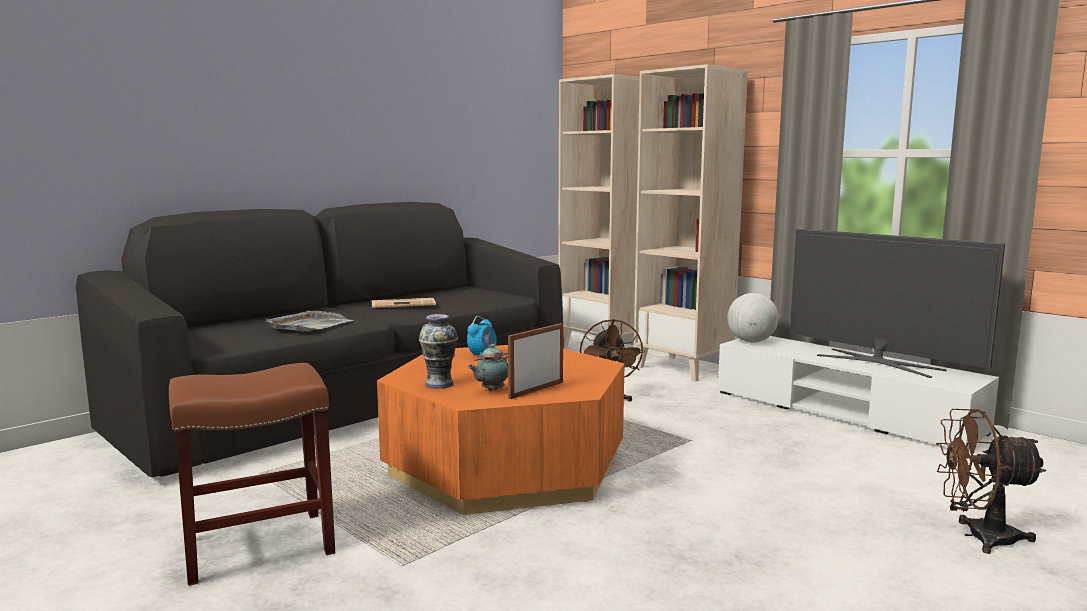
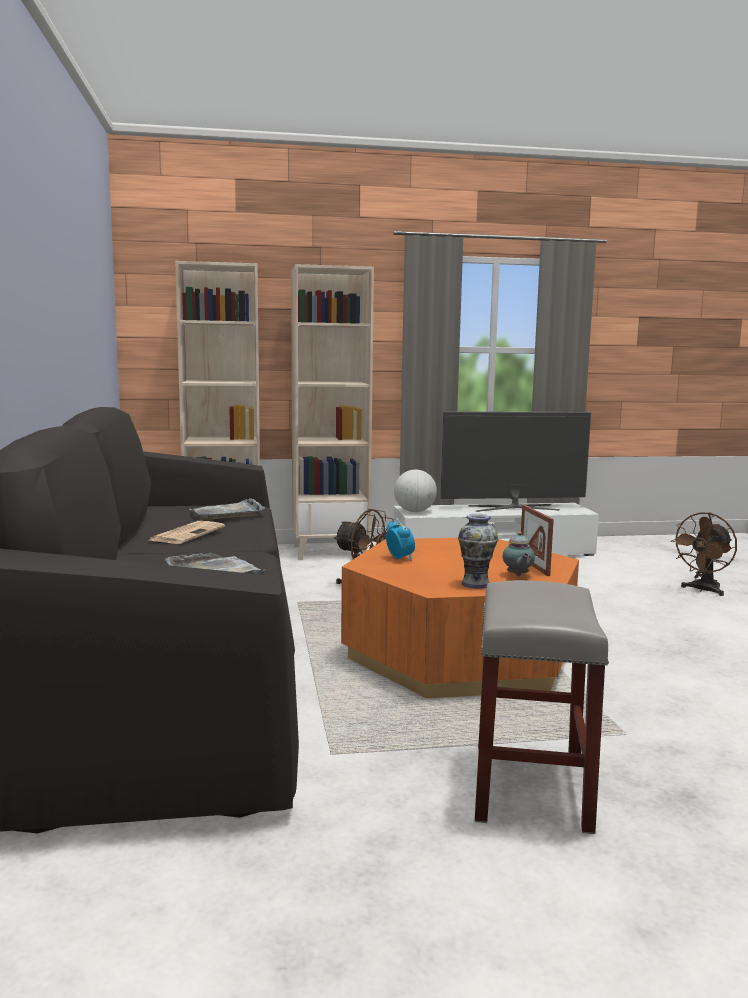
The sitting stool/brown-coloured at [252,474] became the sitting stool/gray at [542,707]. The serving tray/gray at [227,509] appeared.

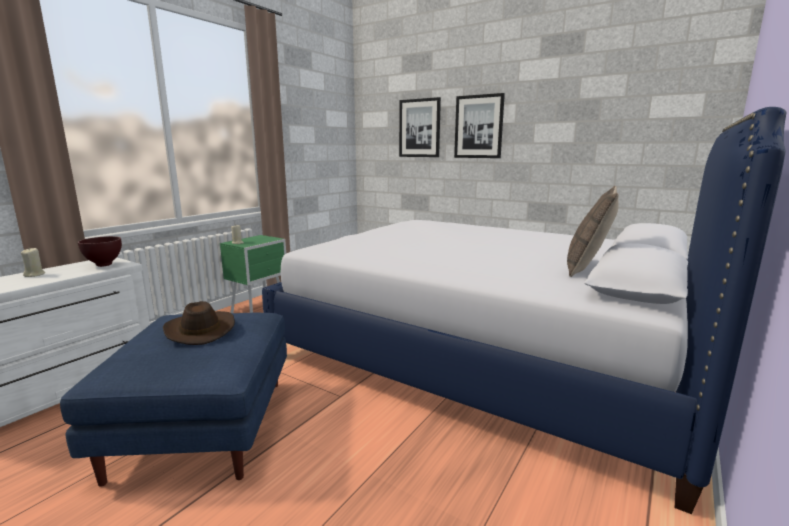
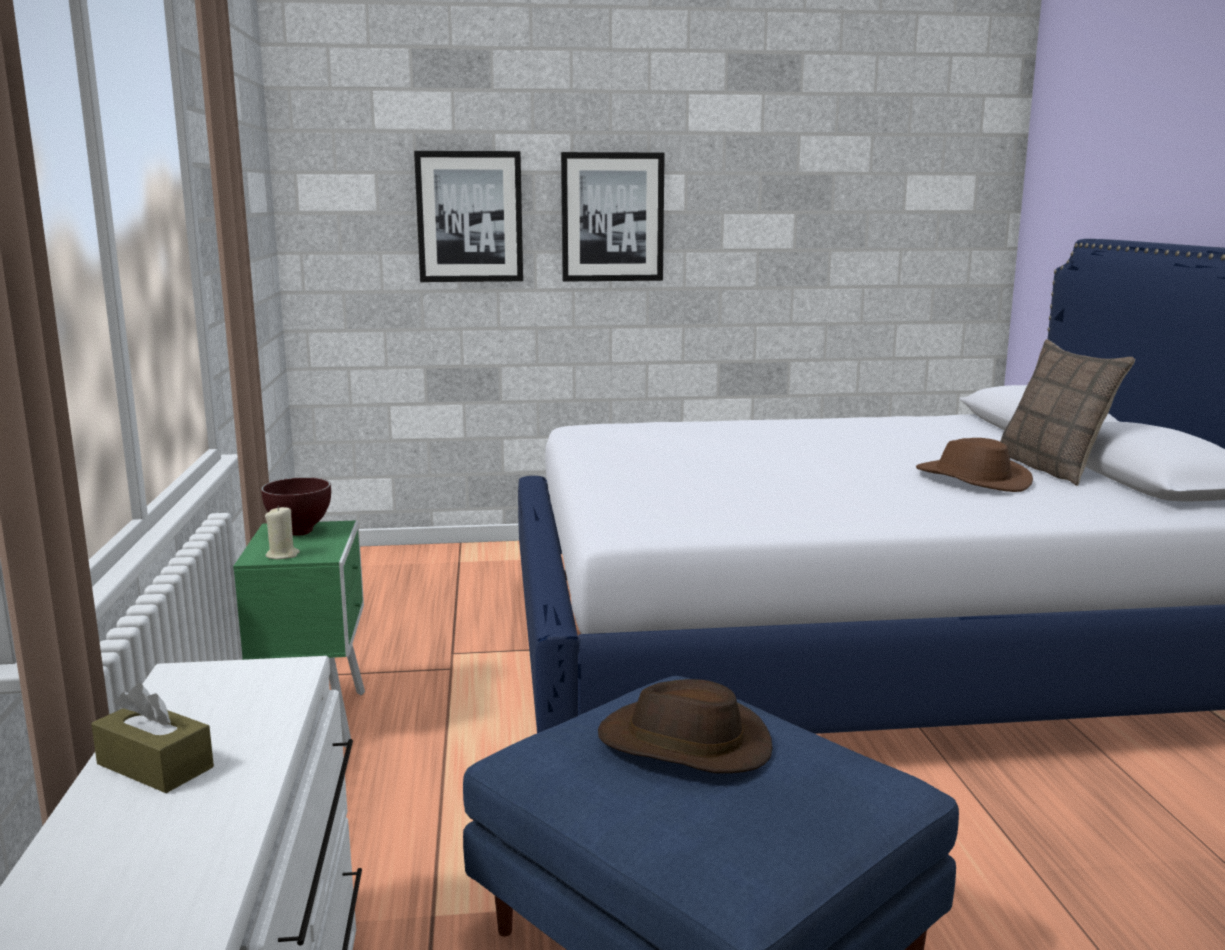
The deep dish/brown-coloured moved from [100,251] to [296,506]. The wax light/beige-coloured at [33,262] was replaced by the box of tissues/brown-coloured at [152,738]. The hat/brown-coloured at [974,465] appeared.

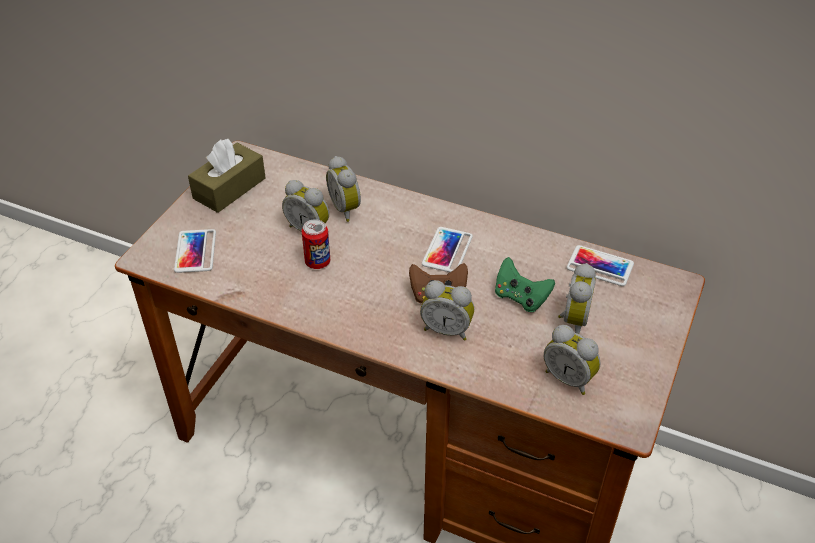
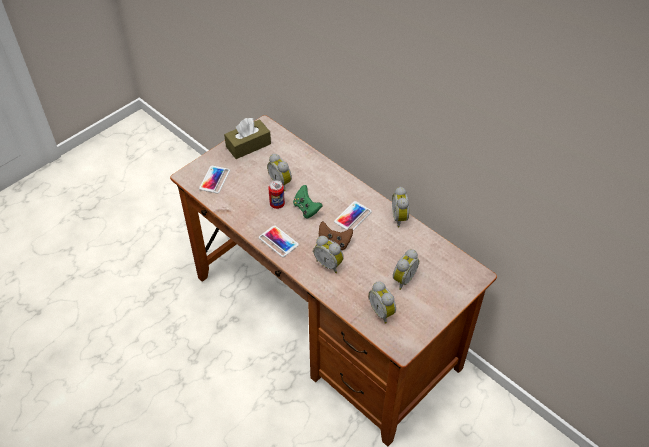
The table clock moved from [343,189] to [400,207]. The phone moved from [600,265] to [279,241]. The joypad/greenish moved from [525,284] to [307,201].

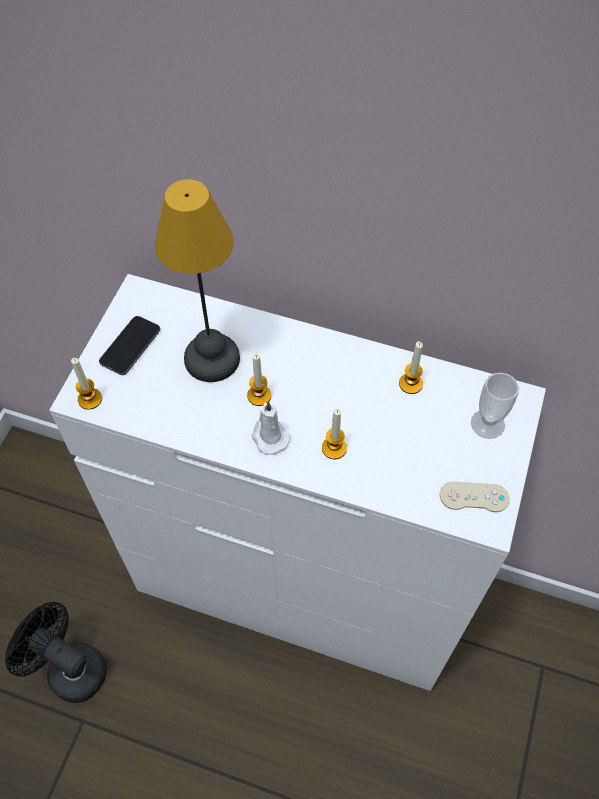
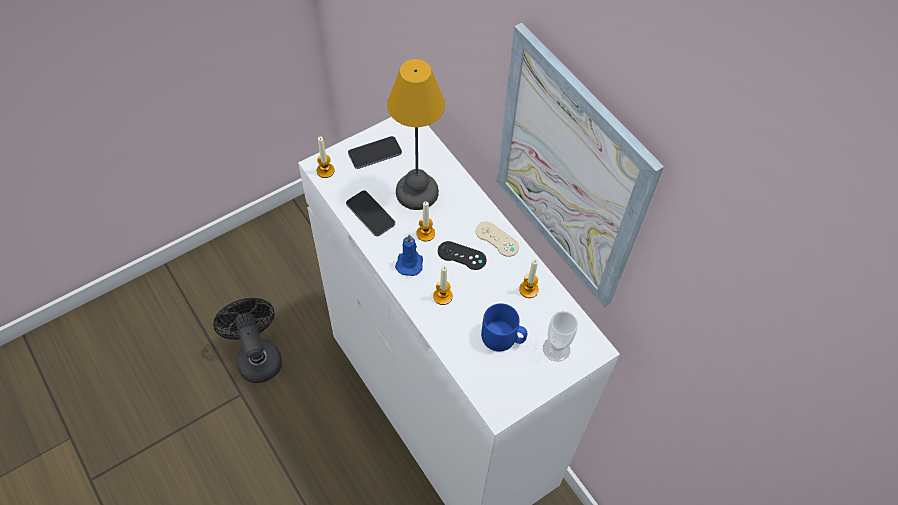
The wax light/white at [271,428] became the wax light/blue at [409,255]. The joypad/beige-coloured moved from [475,497] to [497,239]. The picture at [580,165] appeared. The phone at [370,213] appeared. The joypad/black at [462,255] appeared. The coffee mug/blue at [504,327] appeared.

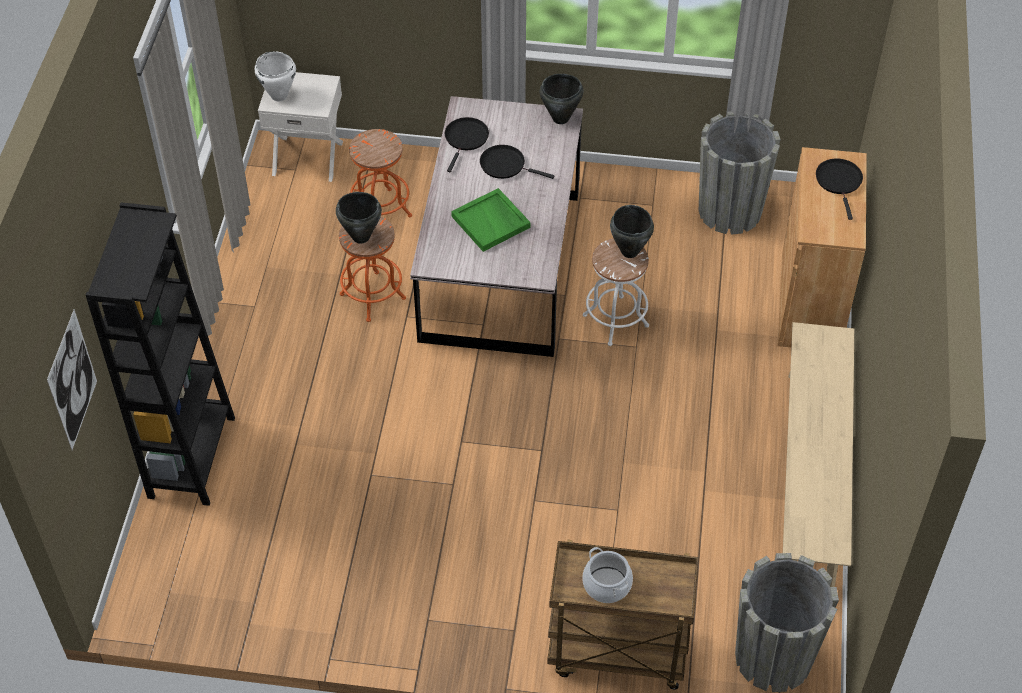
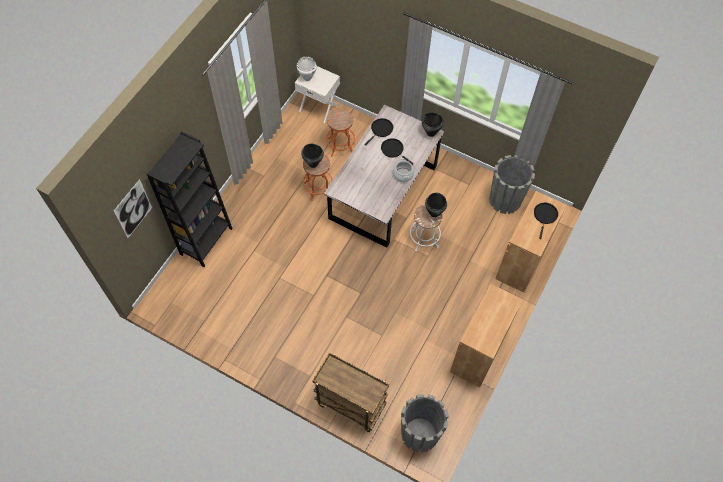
The serving tray/greenish at [491,220] disappeared. The indoor bench/beige-coloured at [818,454] was replaced by the cabinet/brown-coloured at [486,335]. The cooking pot moved from [607,575] to [403,170].

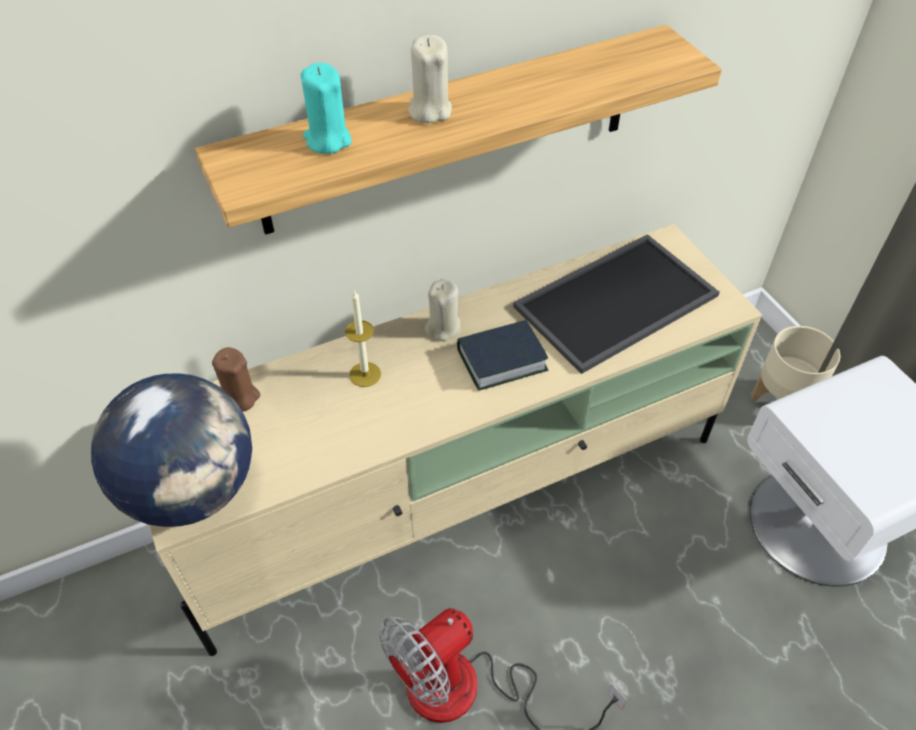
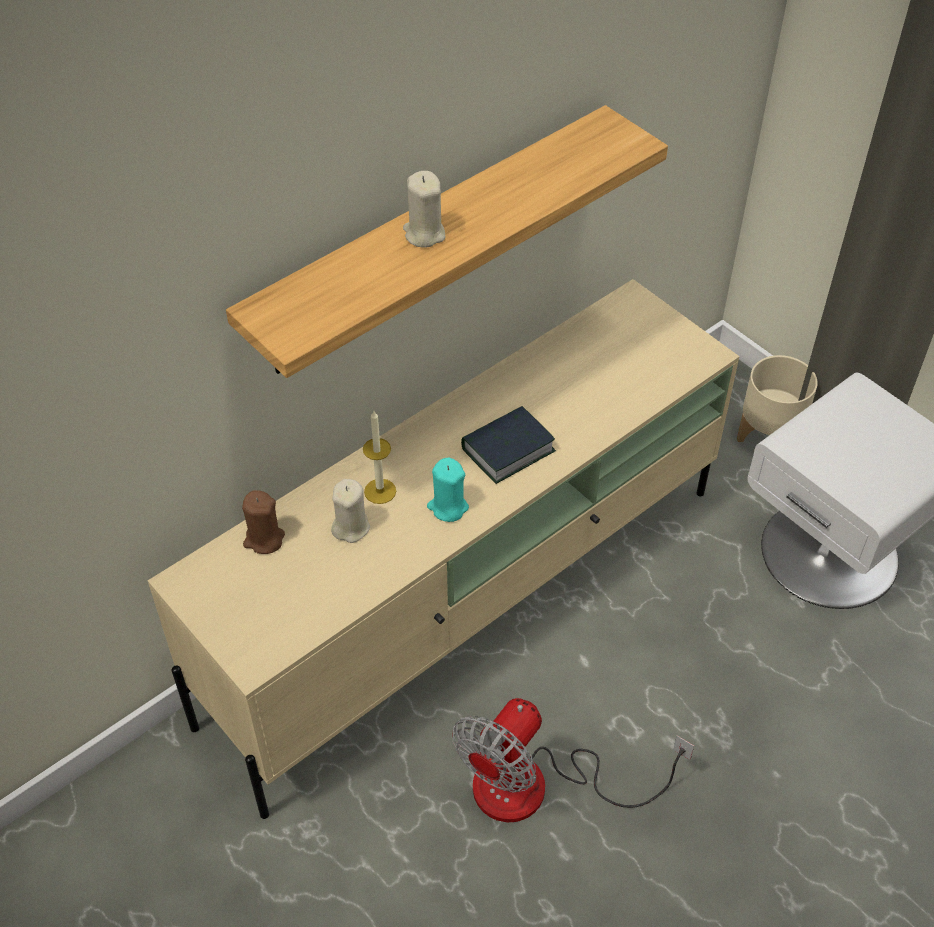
The wax light/blue-green moved from [326,108] to [448,490]. The serving tray at [616,304] disappeared. The wax light/beige-coloured moved from [443,310] to [350,511]. The world globe at [171,450] disappeared.

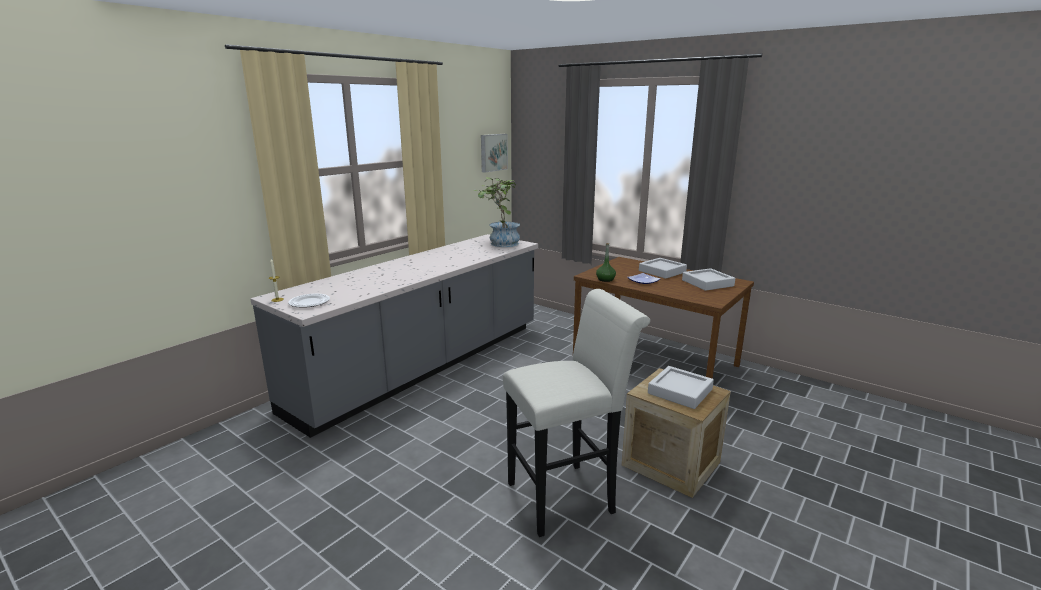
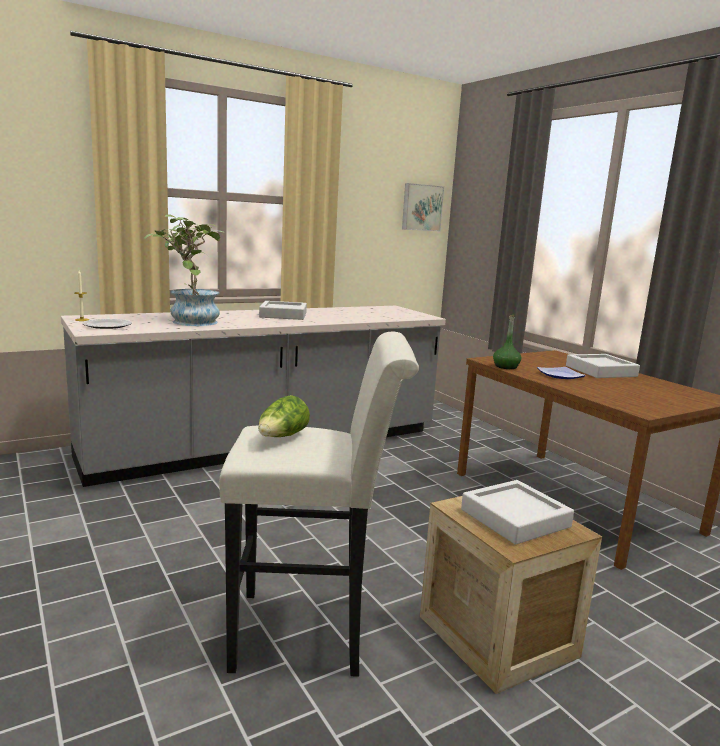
The houseplant moved from [497,212] to [184,270]. The serving tray/gray moved from [708,279] to [283,310]. The head of lettuce at [284,416] appeared.

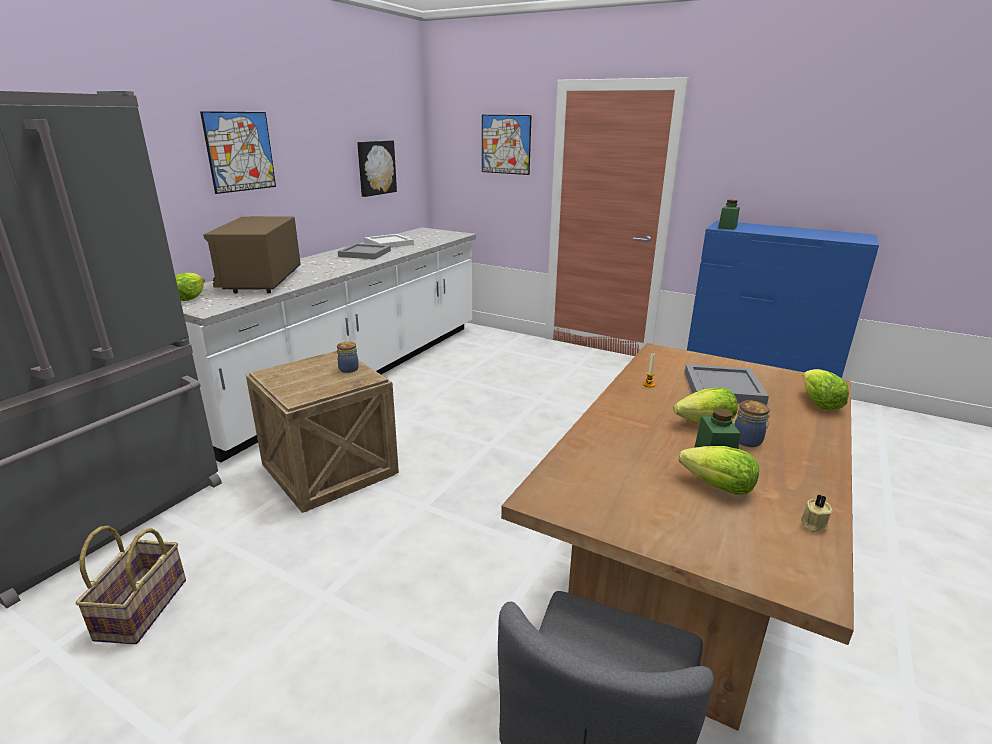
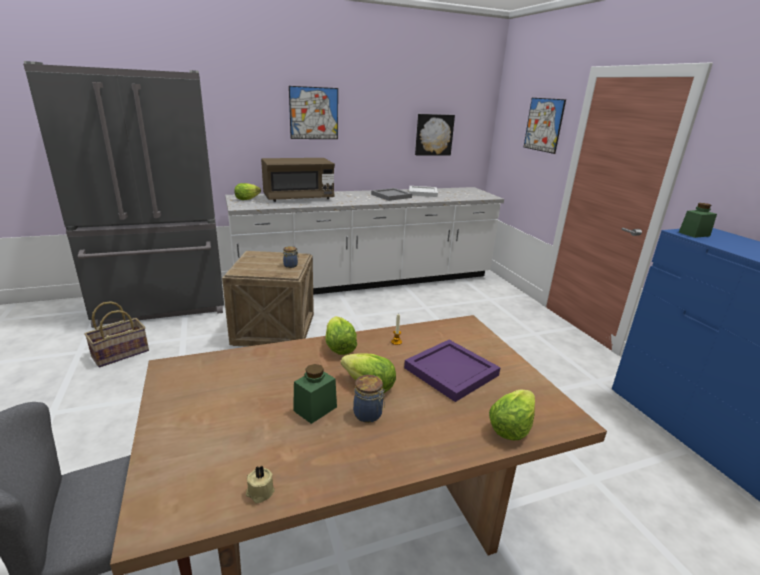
The microwave/brown-coloured at [252,254] turned 150 degrees counterclockwise. The serving tray/gray at [727,384] became the serving tray/purple-coloured at [452,371]. The head of lettuce moved from [719,470] to [341,335].

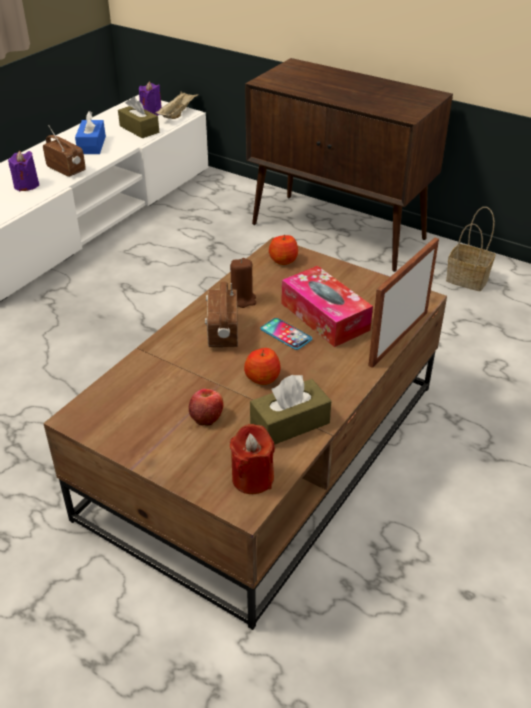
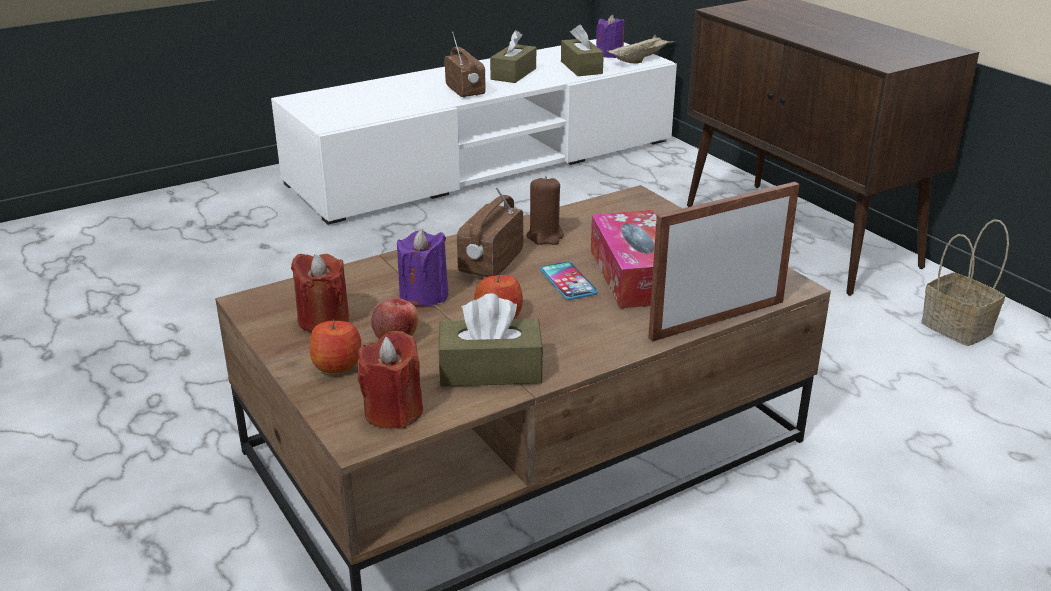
The box of tissues/blue at [90,132] became the box of tissues/brown-coloured at [513,56]. The wax light/purple-coloured moved from [23,171] to [423,267]. The apple fruit moved from [283,249] to [335,346]. The wax light/reddish at [320,293] appeared.

